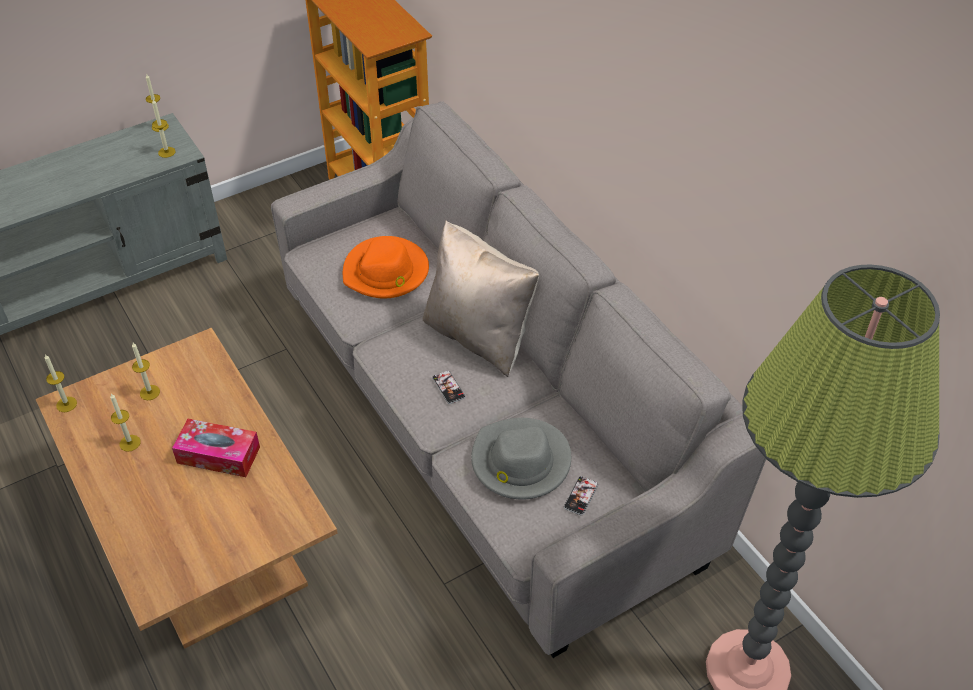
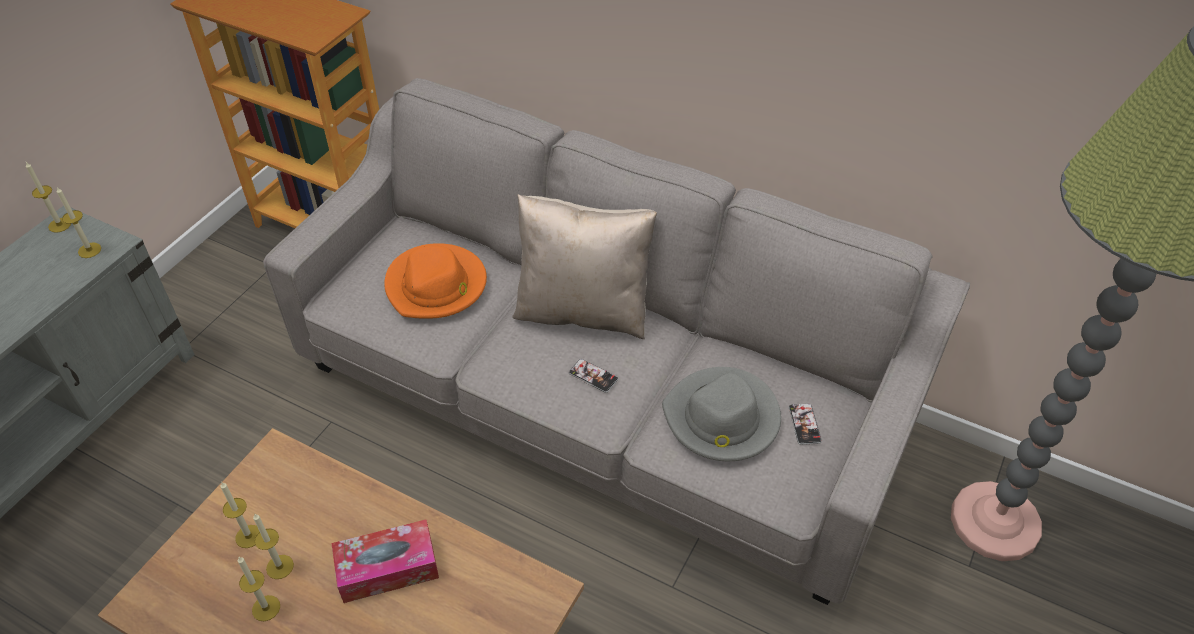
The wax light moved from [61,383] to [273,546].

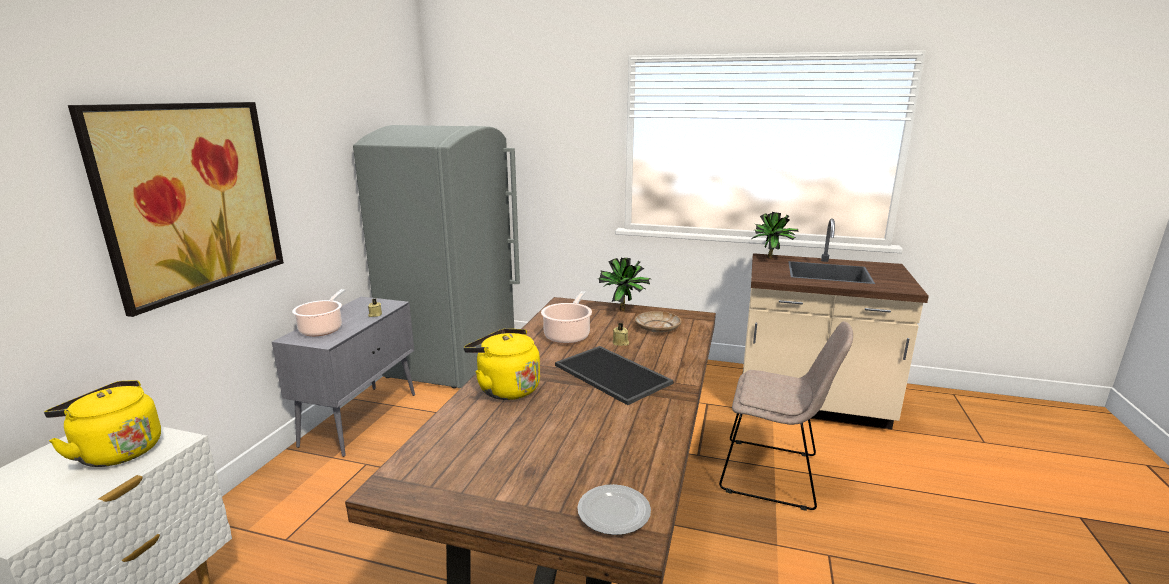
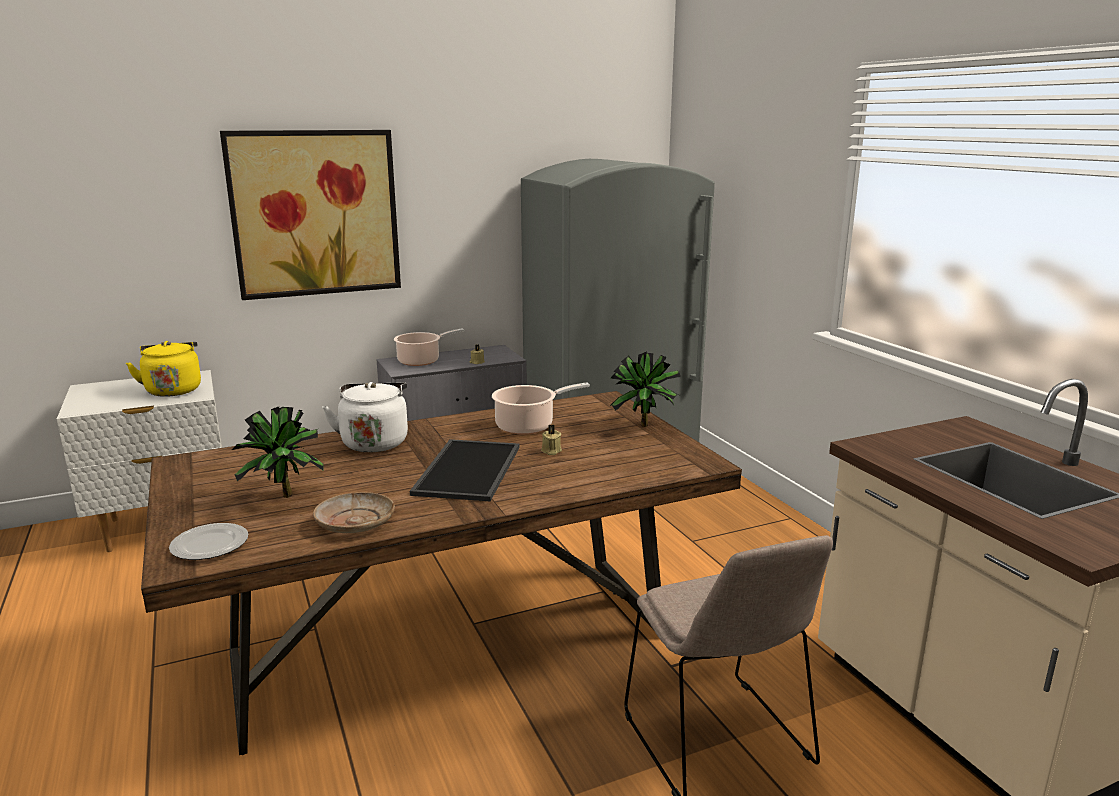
The houseplant moved from [775,235] to [277,452]. The plate/beige-coloured moved from [658,322] to [354,512]. The kettle/yellow at [502,364] became the kettle/white at [365,417].

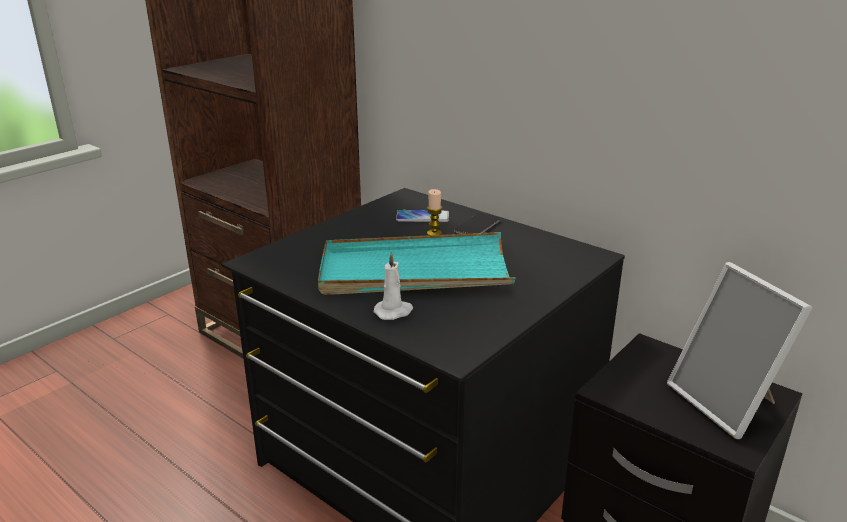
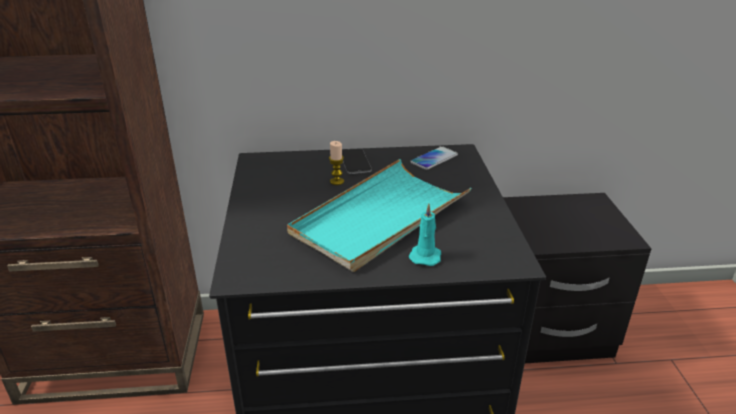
The phone moved from [422,216] to [434,158]. The wax light/white at [393,285] became the wax light/blue-green at [425,235]. The photo frame at [739,350] disappeared.

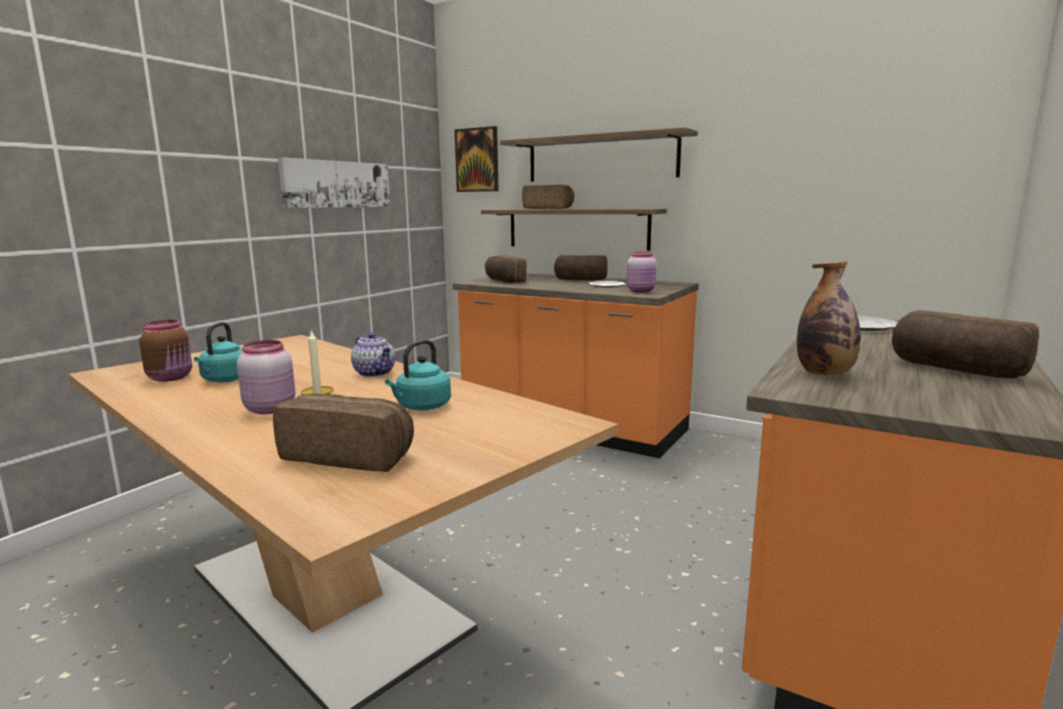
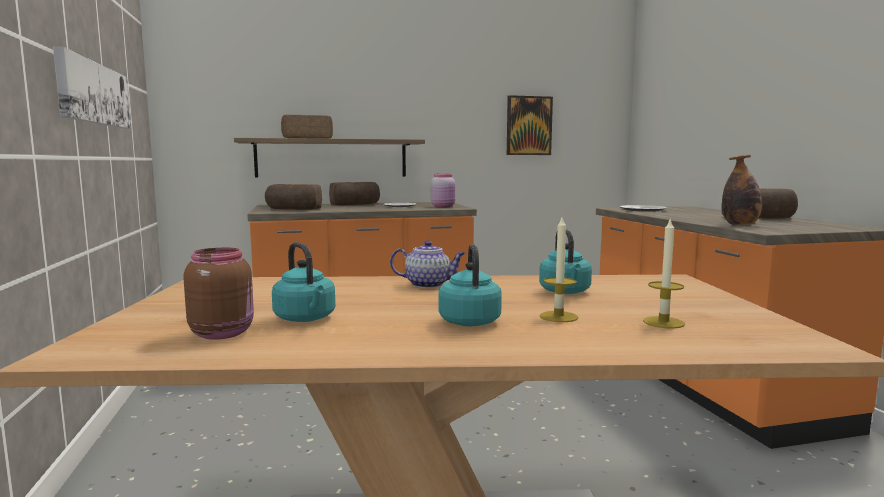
The picture moved from [477,159] to [530,125]. The bracket shelf at [599,154] disappeared. The storage jar/pink at [266,377] was replaced by the kettle/blue-green at [470,285]. The bread at [343,433] was replaced by the wax light at [664,273].

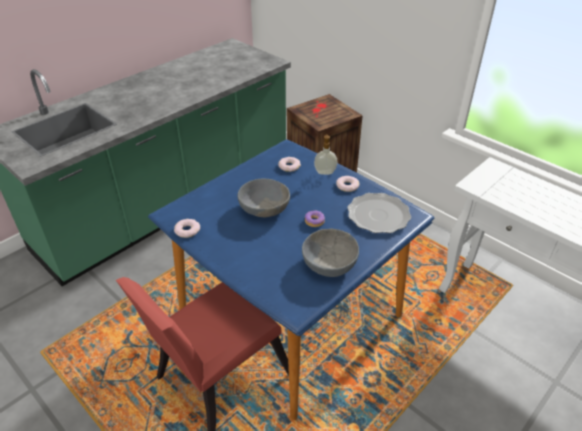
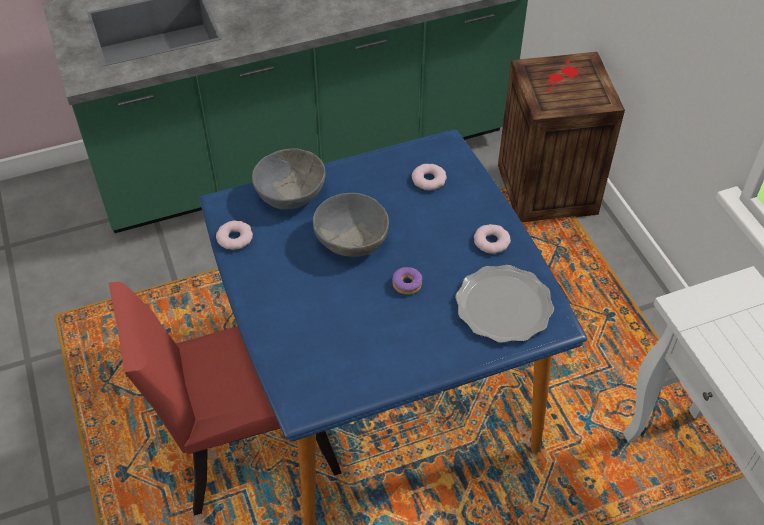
The soap dispenser at [326,154] disappeared. The deep dish/gray moved from [330,253] to [288,179].

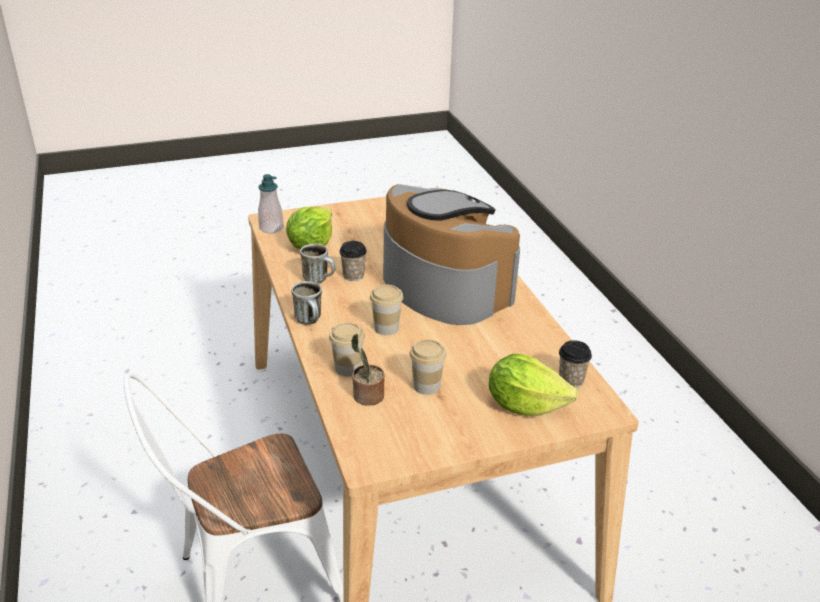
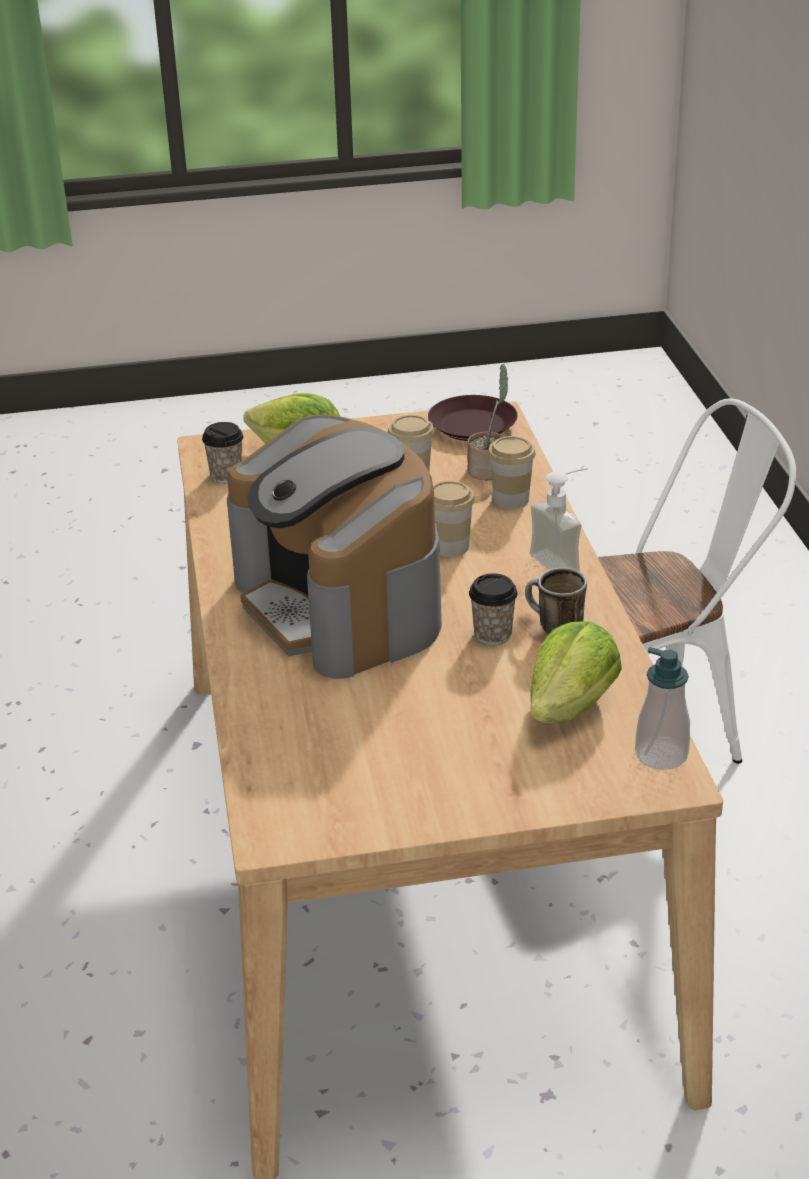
The coffee mug at [306,303] was replaced by the soap dispenser at [559,519]. The plate/brown-coloured at [473,418] appeared.

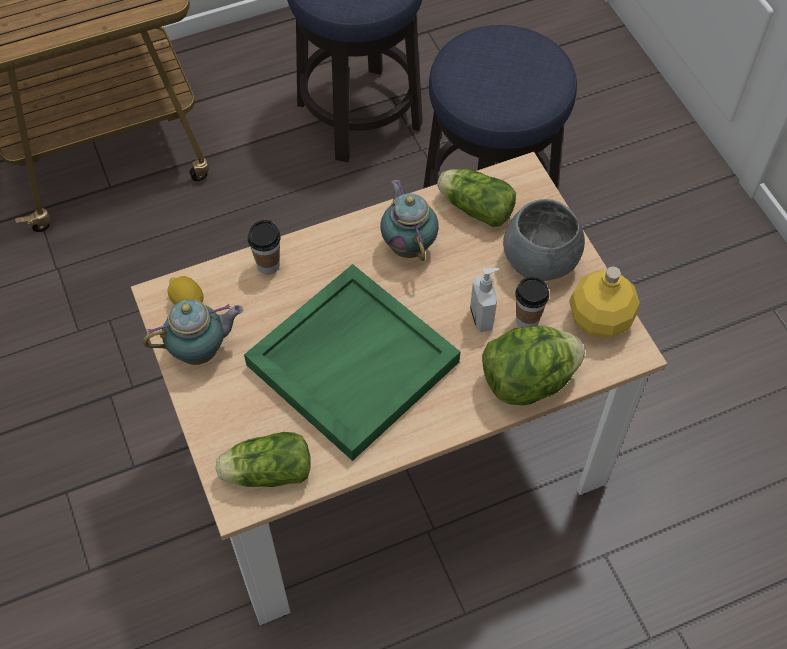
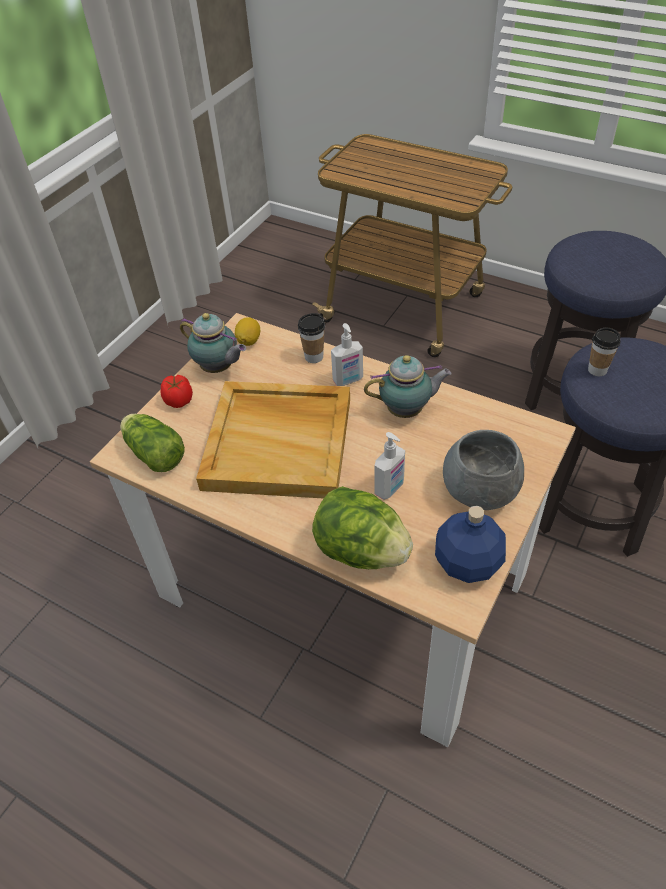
The head of lettuce at [476,198] disappeared. The tea pot at [409,220] turned 45 degrees clockwise. The serving tray/greenish at [352,362] became the serving tray/beige-coloured at [273,440]. The drink bottle/yellow at [604,302] became the drink bottle/blue at [470,544]. The cup moved from [532,302] to [604,352]. The soap dispenser at [347,354] appeared. The tomato at [176,391] appeared.

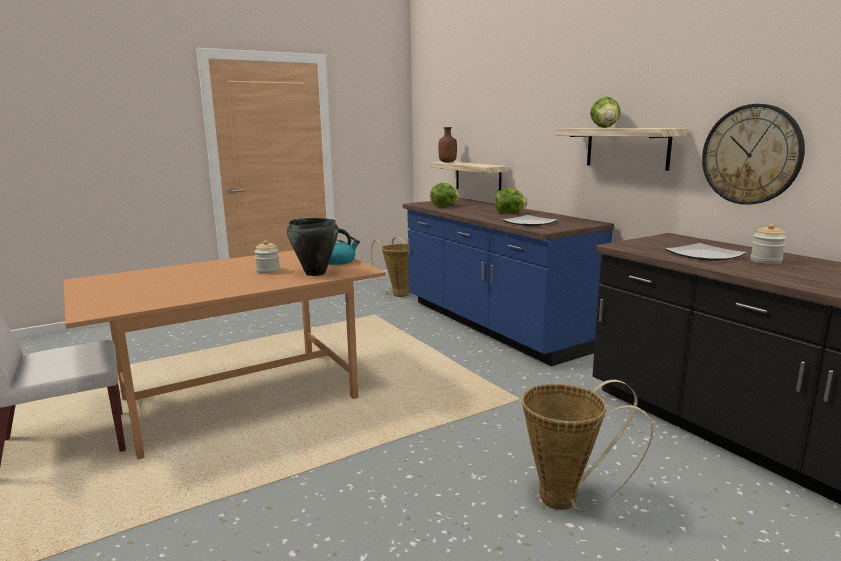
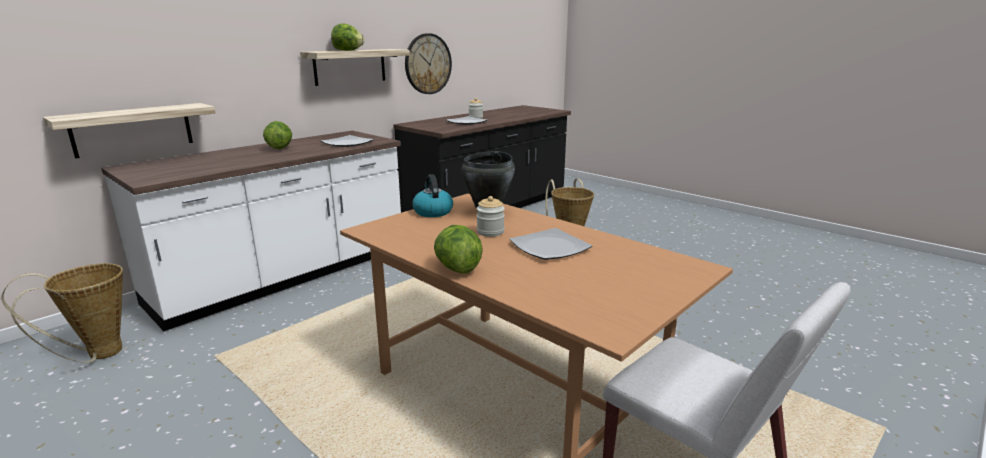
The drink bottle/brown-coloured at [447,145] disappeared. The head of lettuce moved from [444,194] to [458,249]. The kitchen counter/blue at [508,282] became the kitchen counter/white at [251,231]. The plate at [550,244] appeared.

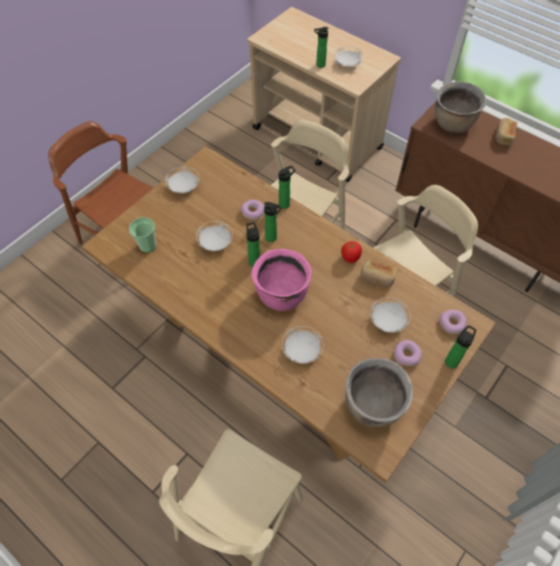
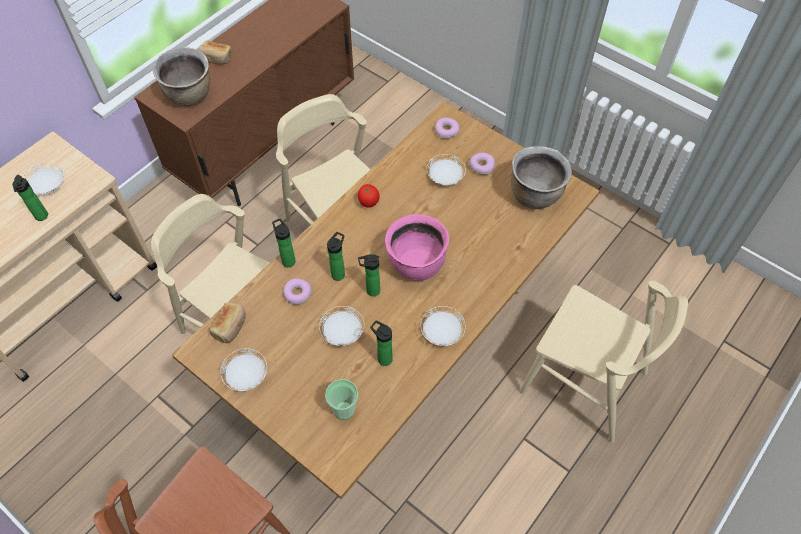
The bread moved from [378,273] to [227,323]. The drink bottle moved from [460,346] to [381,343]. The plate/white moved from [302,344] to [443,326].

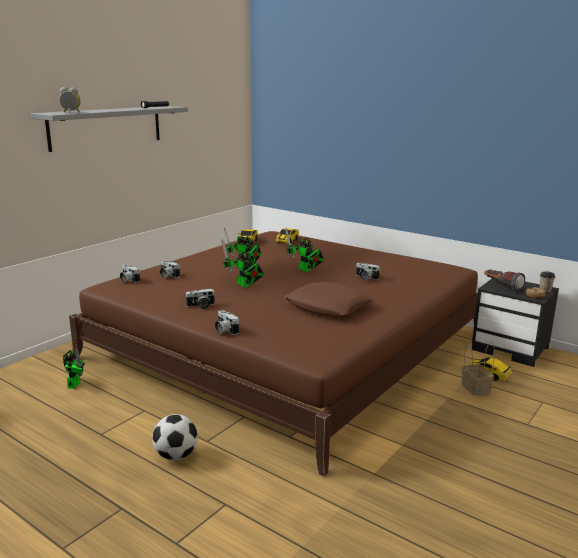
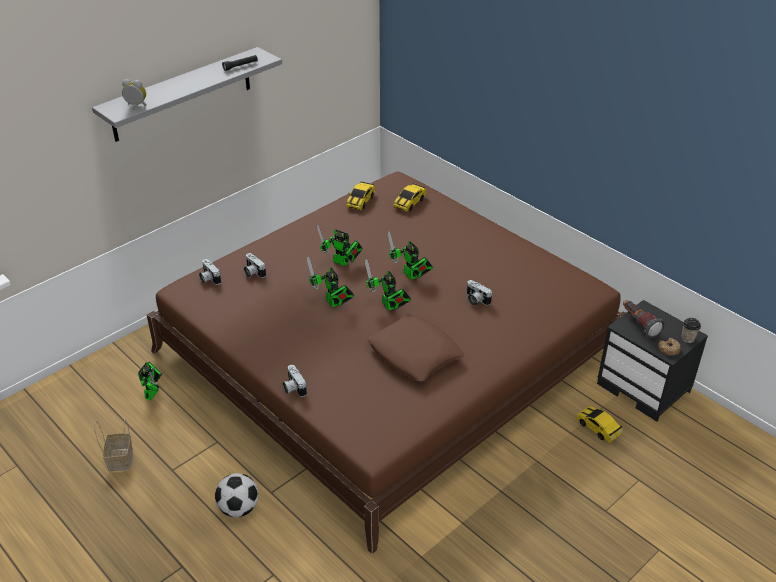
The still camera at [200,299] disappeared. The storage basket moved from [478,369] to [113,445]. The robot figure at [388,285] appeared.

